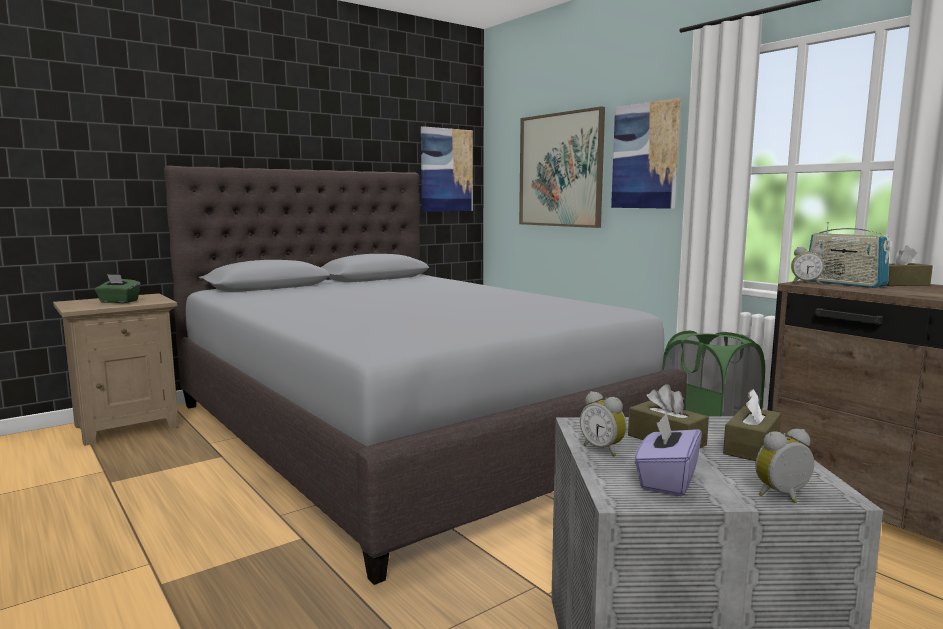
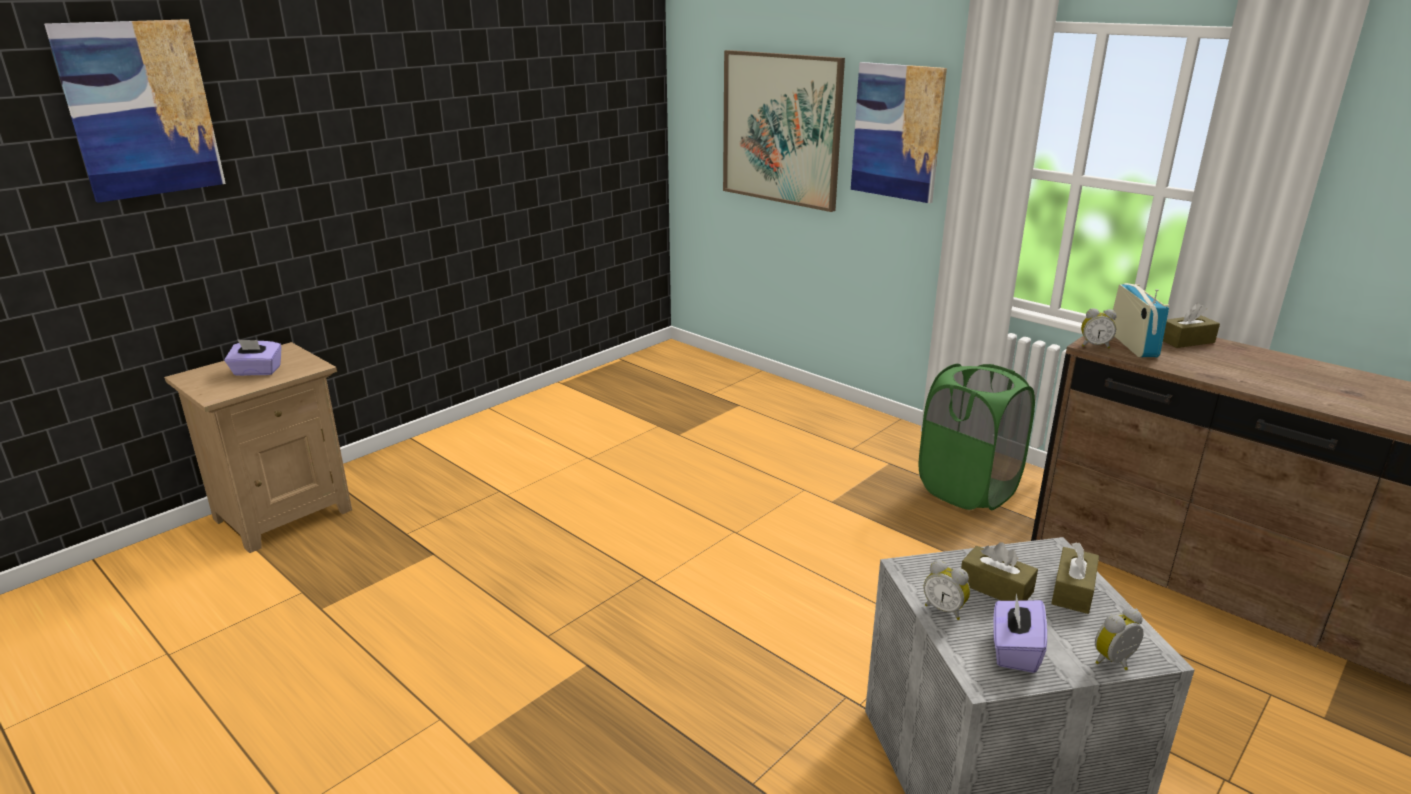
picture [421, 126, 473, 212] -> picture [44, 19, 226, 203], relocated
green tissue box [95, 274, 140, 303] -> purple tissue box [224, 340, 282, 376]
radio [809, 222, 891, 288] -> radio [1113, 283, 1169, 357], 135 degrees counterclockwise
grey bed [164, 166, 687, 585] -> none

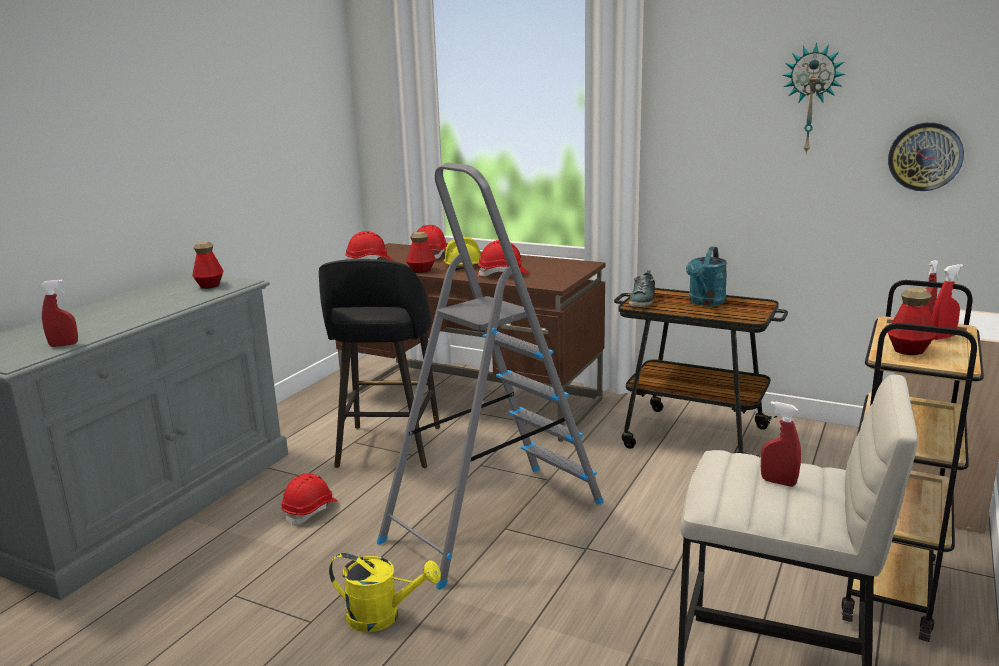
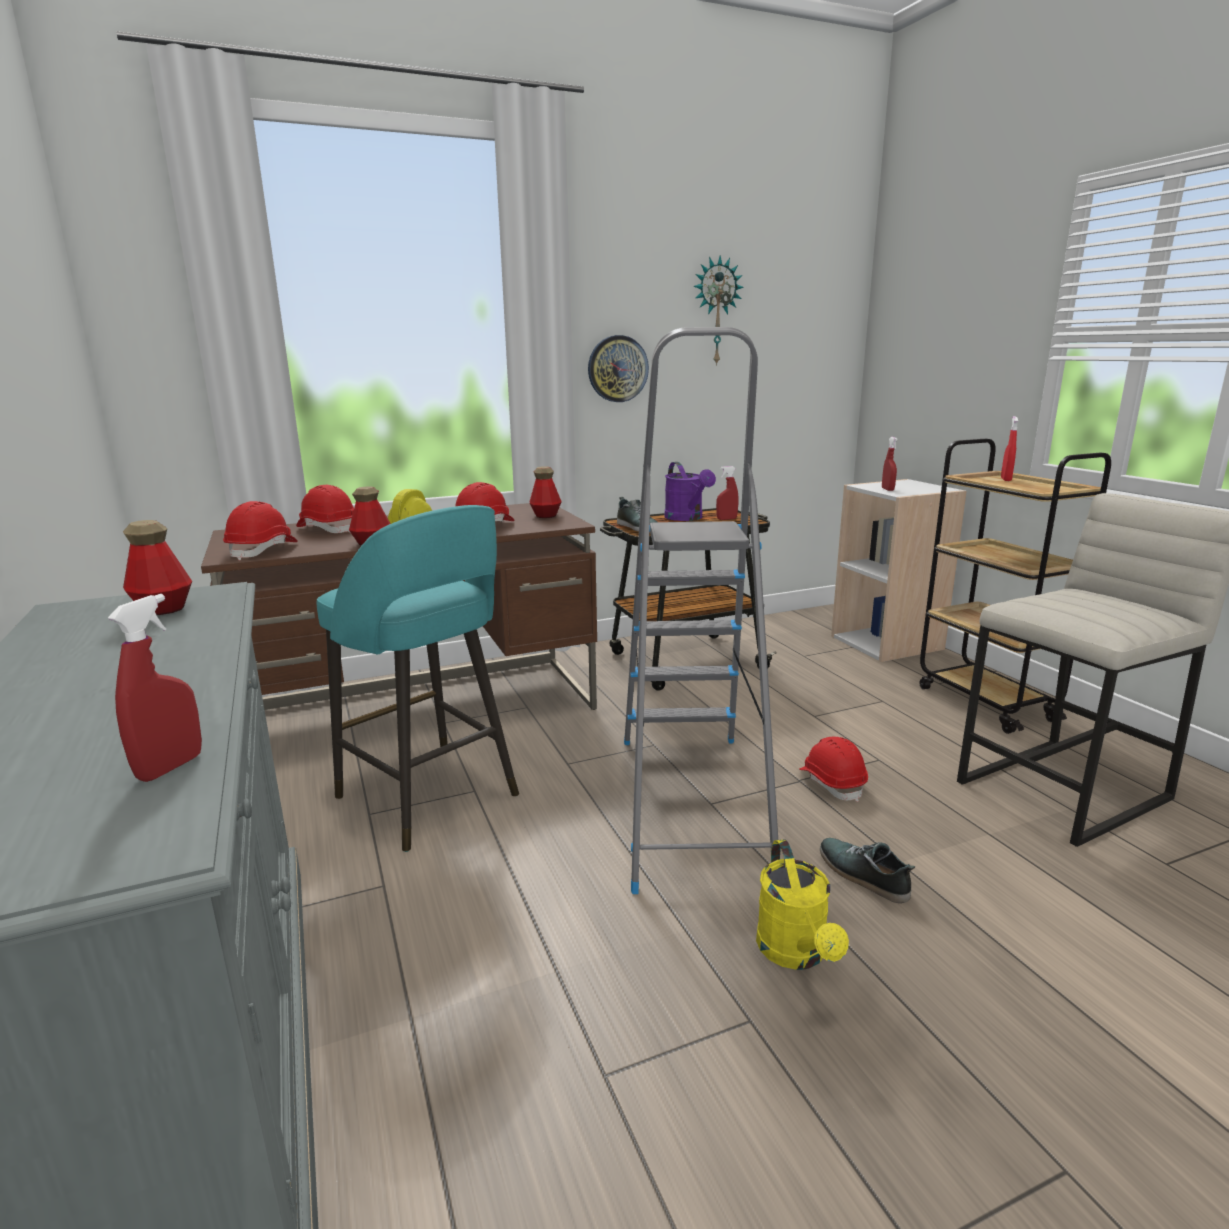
black stool [319, 259, 440, 468] -> turquoise stool [316, 505, 519, 852]
bottle [888, 287, 936, 355] -> bottle [530, 466, 562, 518], relocated
wall clock [888, 122, 964, 191] -> wall clock [588, 335, 649, 402], relocated
turquoise watering can [686, 247, 727, 306] -> purple watering can [664, 462, 716, 521]
red spray bottle [761, 401, 801, 487] -> red spray bottle [716, 466, 738, 520], relocated
yellow watering can [329, 553, 441, 632] -> yellow watering can [756, 840, 849, 970], 120 degrees clockwise
red hard hat [281, 473, 338, 526] -> red hard hat [799, 736, 868, 802], relocated
none -> shoe [820, 838, 915, 903]

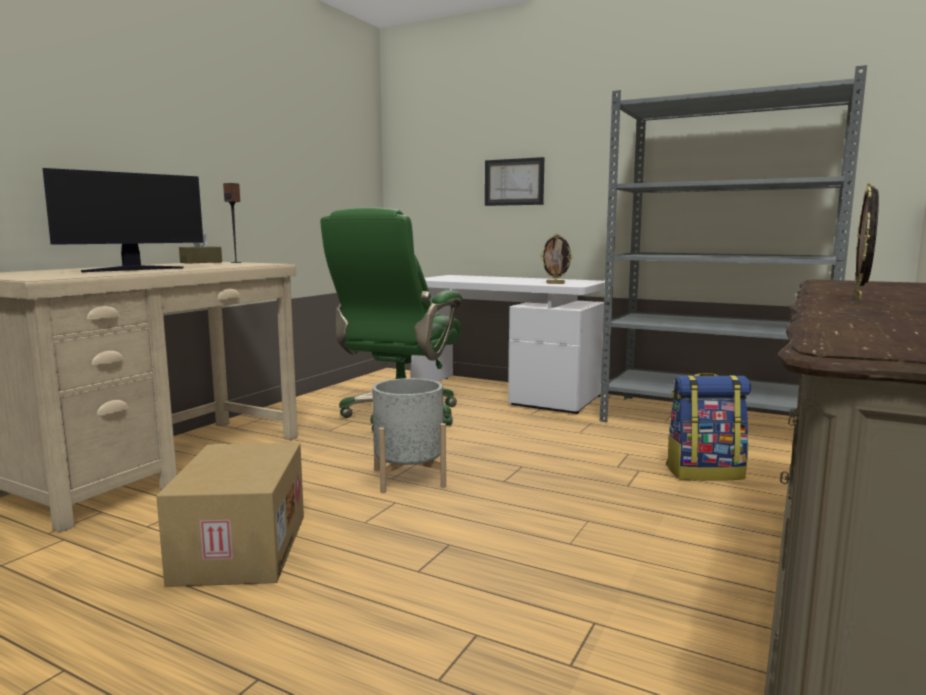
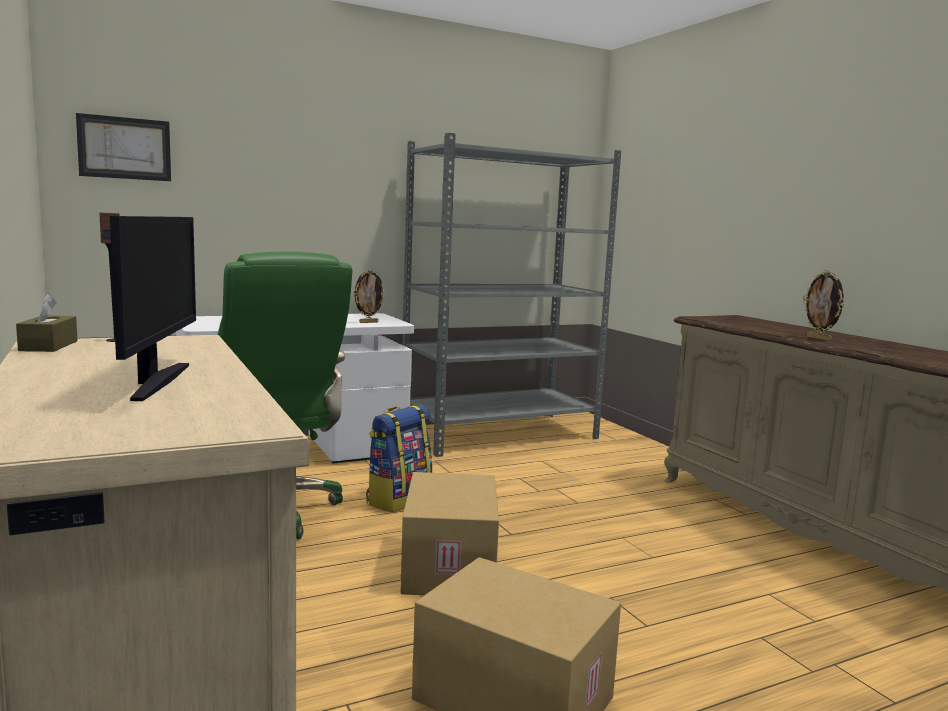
picture [485, 157, 544, 206] -> picture [76, 113, 171, 181], relocated
backpack [666, 373, 751, 481] -> backpack [366, 404, 432, 513], relocated
grey planter [372, 378, 446, 493] -> cardboard box [400, 472, 499, 595]

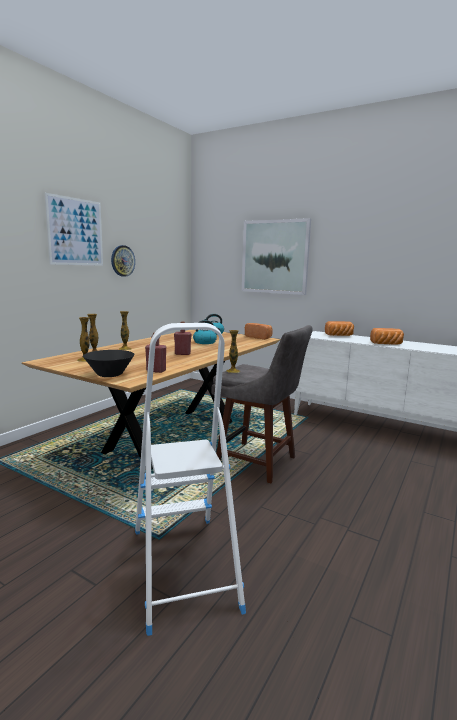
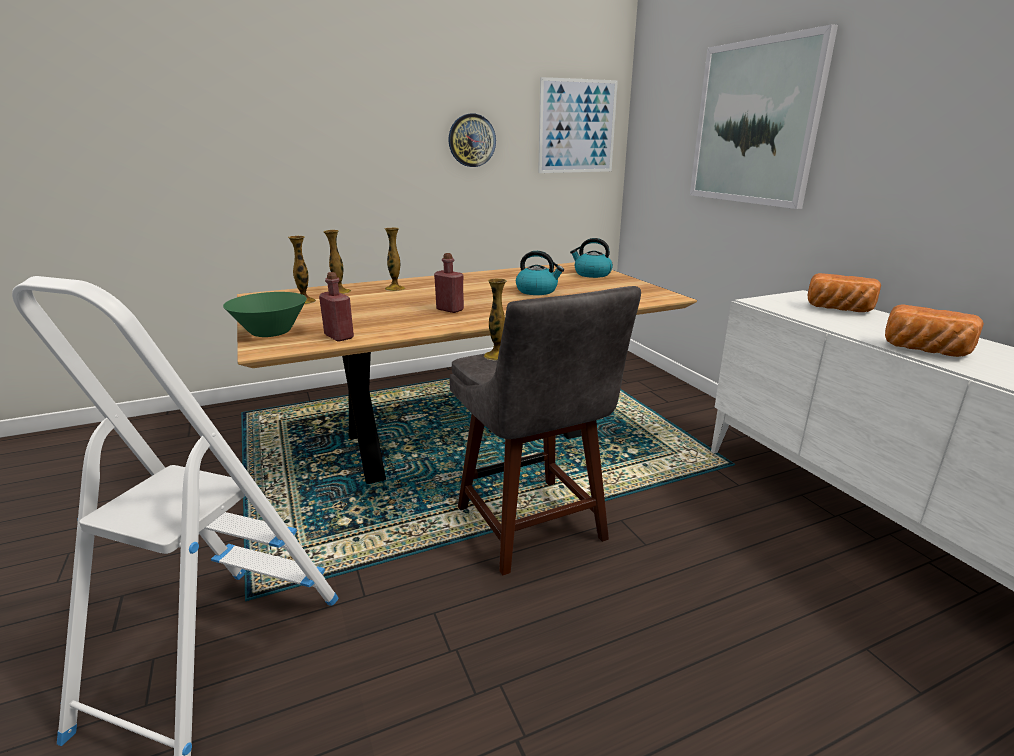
black bowl [83, 350, 135, 377] -> green bowl [223, 292, 307, 337]
picture [44, 193, 103, 266] -> picture [538, 77, 618, 173], relocated
bread [245, 323, 273, 340] -> none

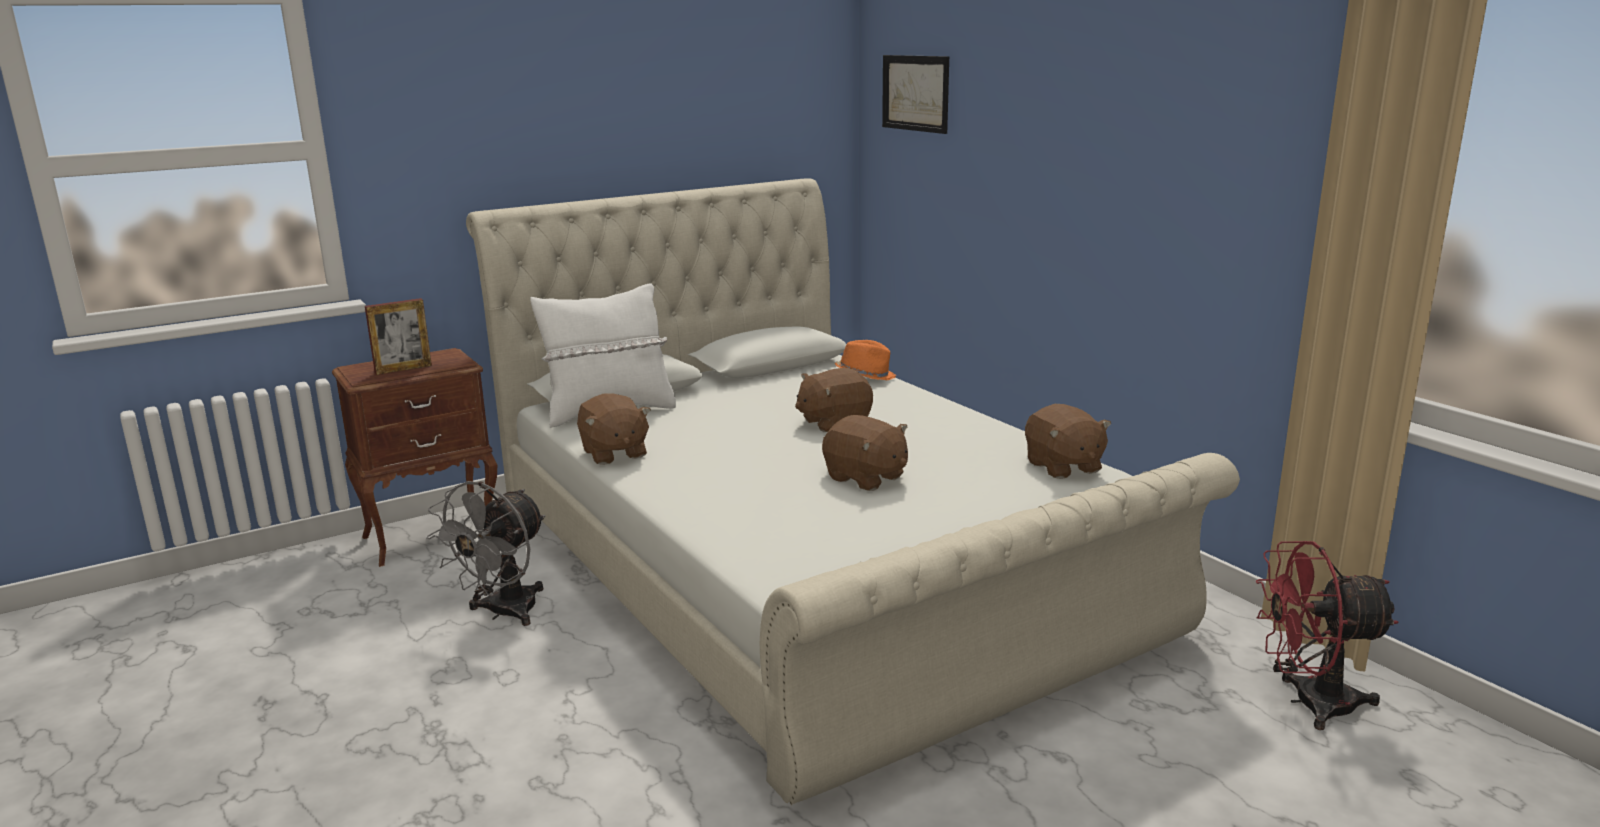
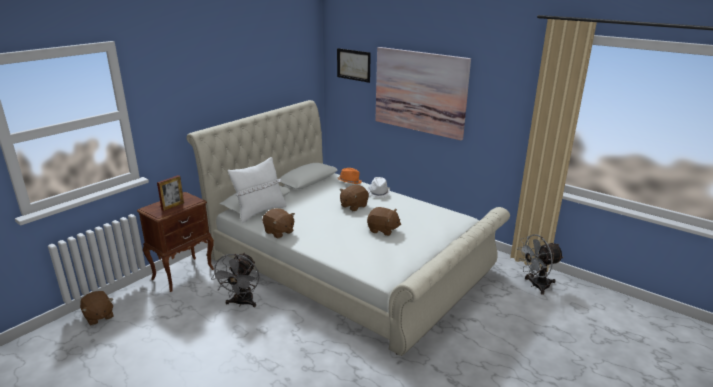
brown plush toy [1025, 404, 1111, 479] -> brown plush toy [80, 291, 114, 325], relocated
none -> white hat [368, 177, 390, 198]
none -> picture [375, 47, 471, 140]
red fan [1256, 541, 1399, 730] -> grey fan [517, 234, 564, 295]

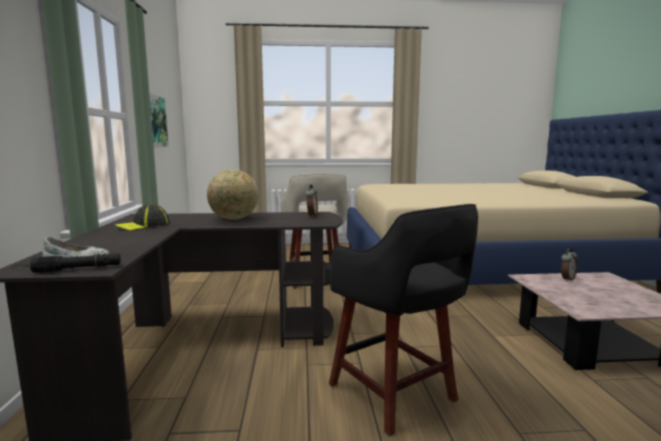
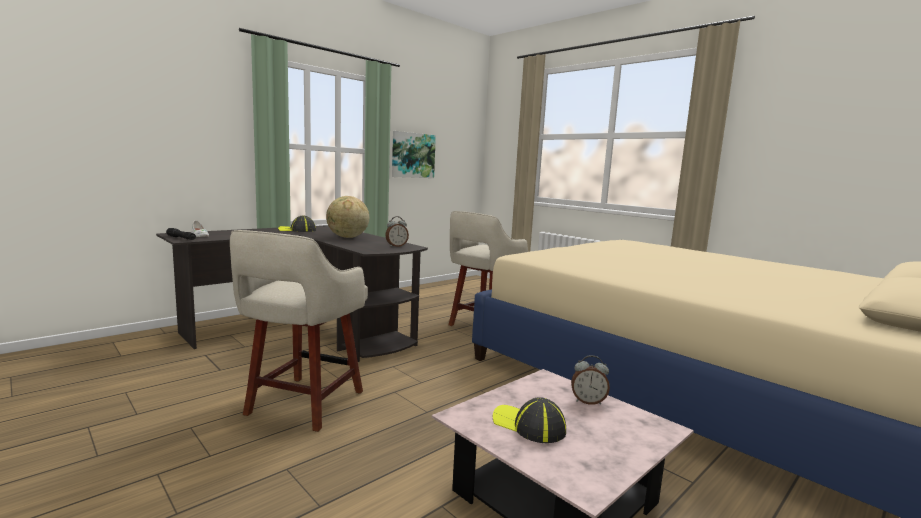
black stool [325, 204, 478, 436] -> beige stool [230, 230, 368, 432]
none -> cap [493, 397, 566, 443]

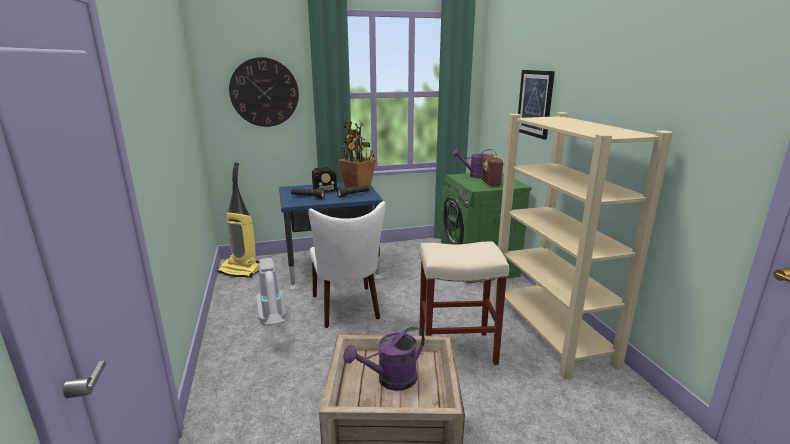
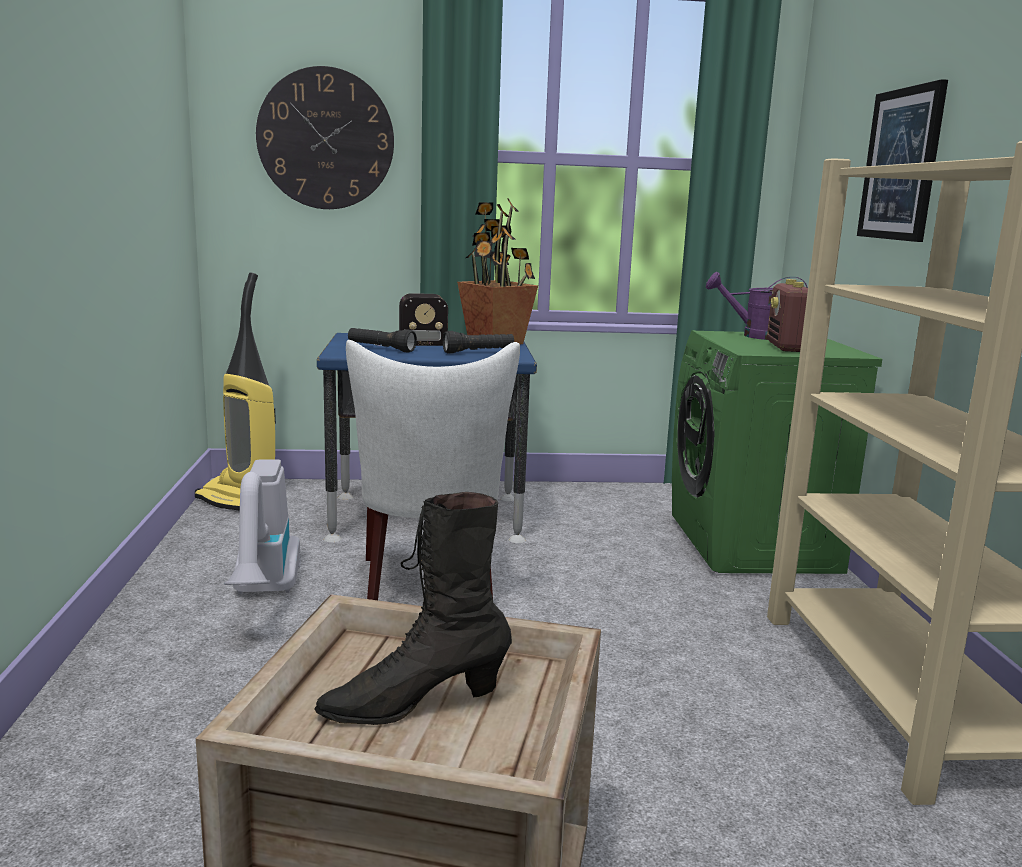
purple watering can [343, 326, 425, 391] -> black boot [314, 492, 512, 725]
beige stool [419, 241, 509, 365] -> none

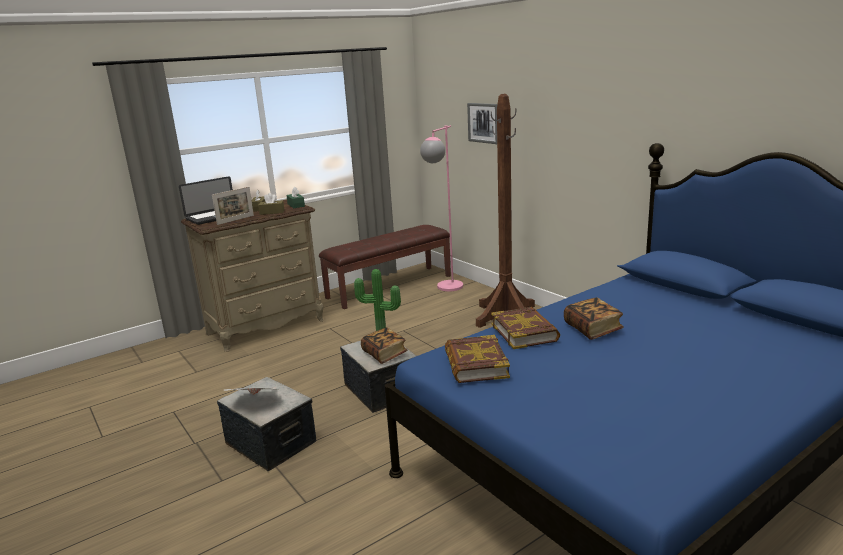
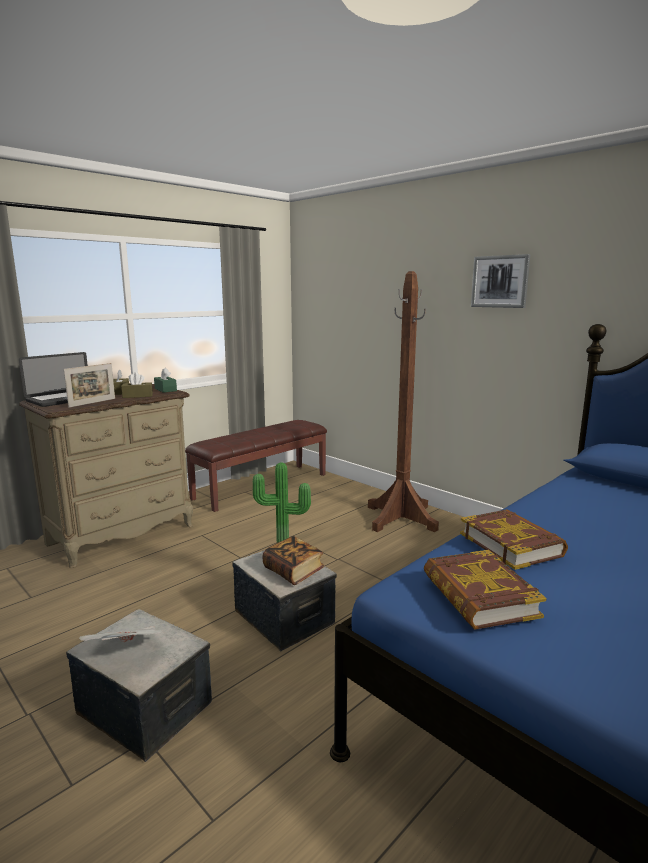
picture [467, 103, 497, 144] -> picture [471, 254, 530, 308], relocated
pink floor lamp [420, 125, 463, 292] -> none
book [564, 297, 624, 340] -> none

